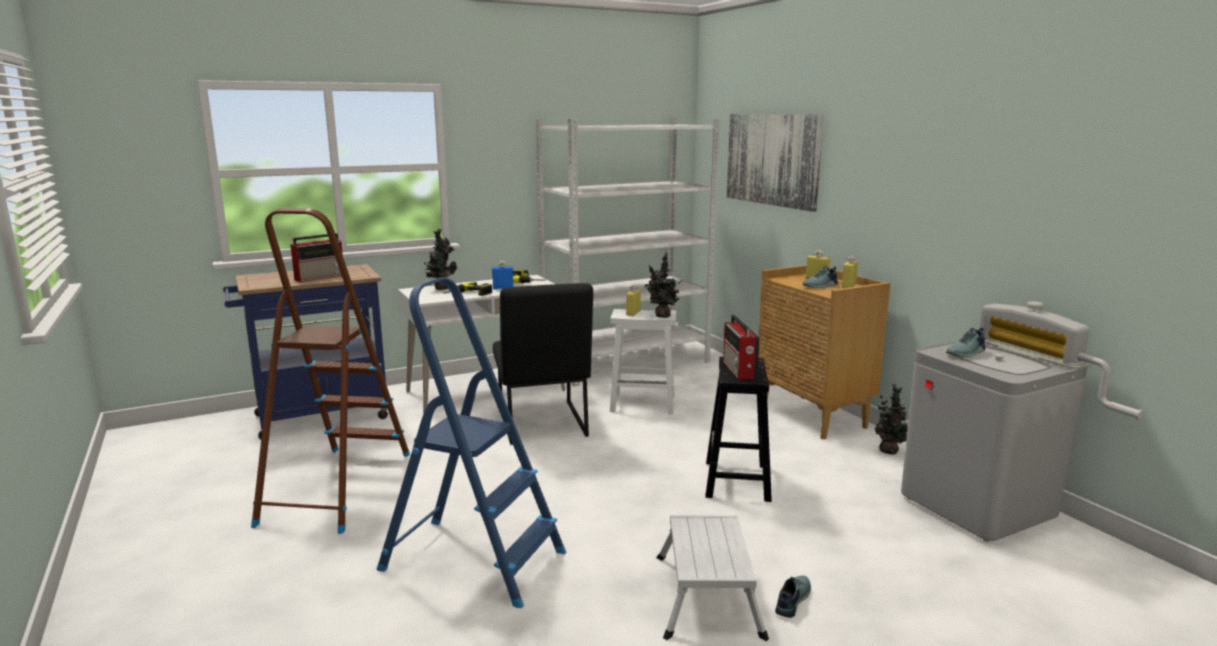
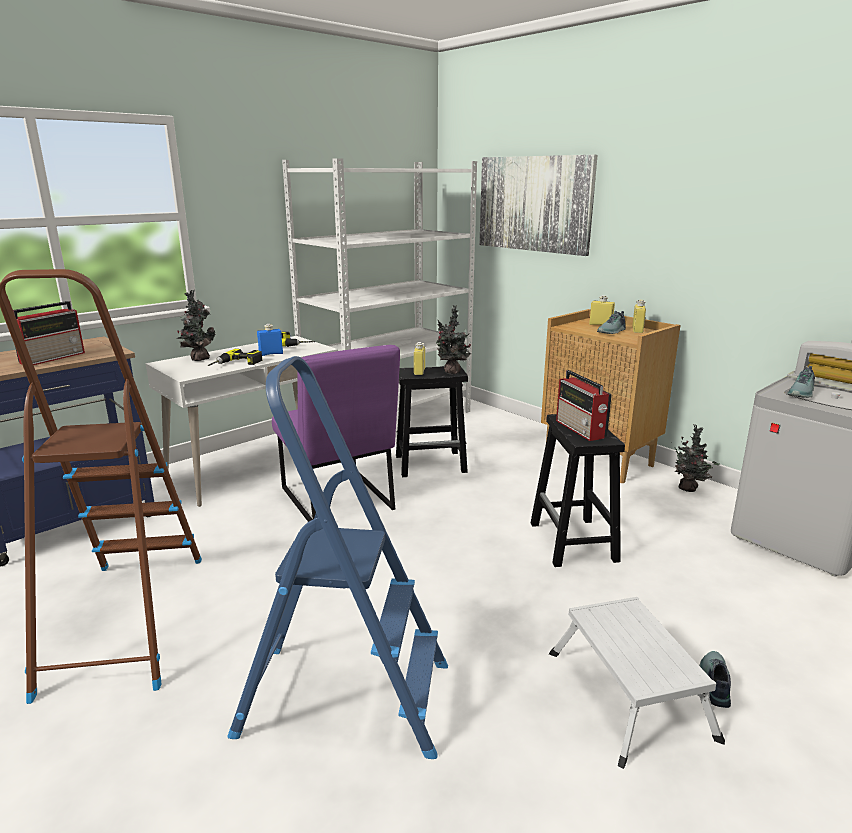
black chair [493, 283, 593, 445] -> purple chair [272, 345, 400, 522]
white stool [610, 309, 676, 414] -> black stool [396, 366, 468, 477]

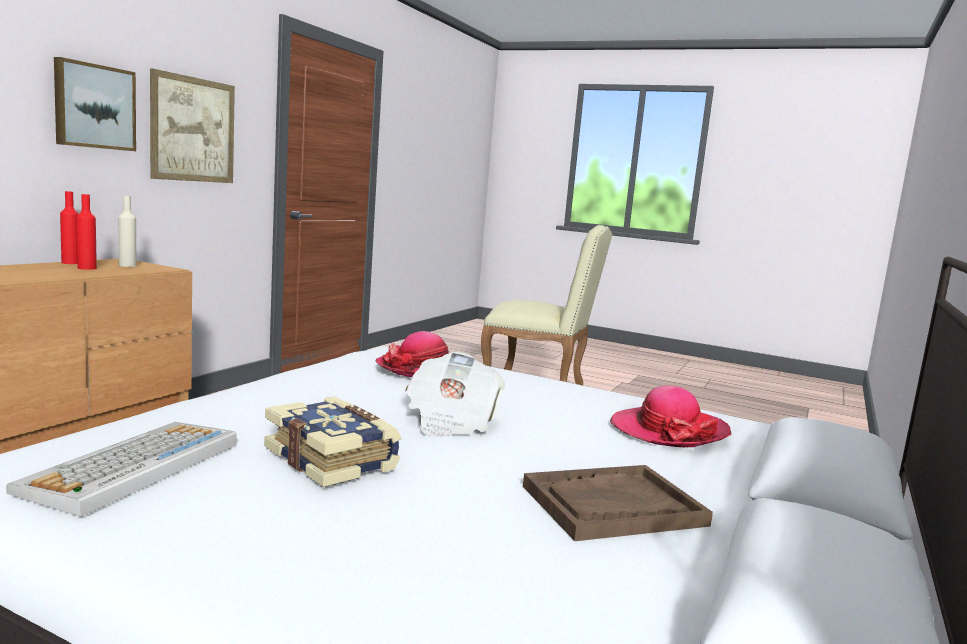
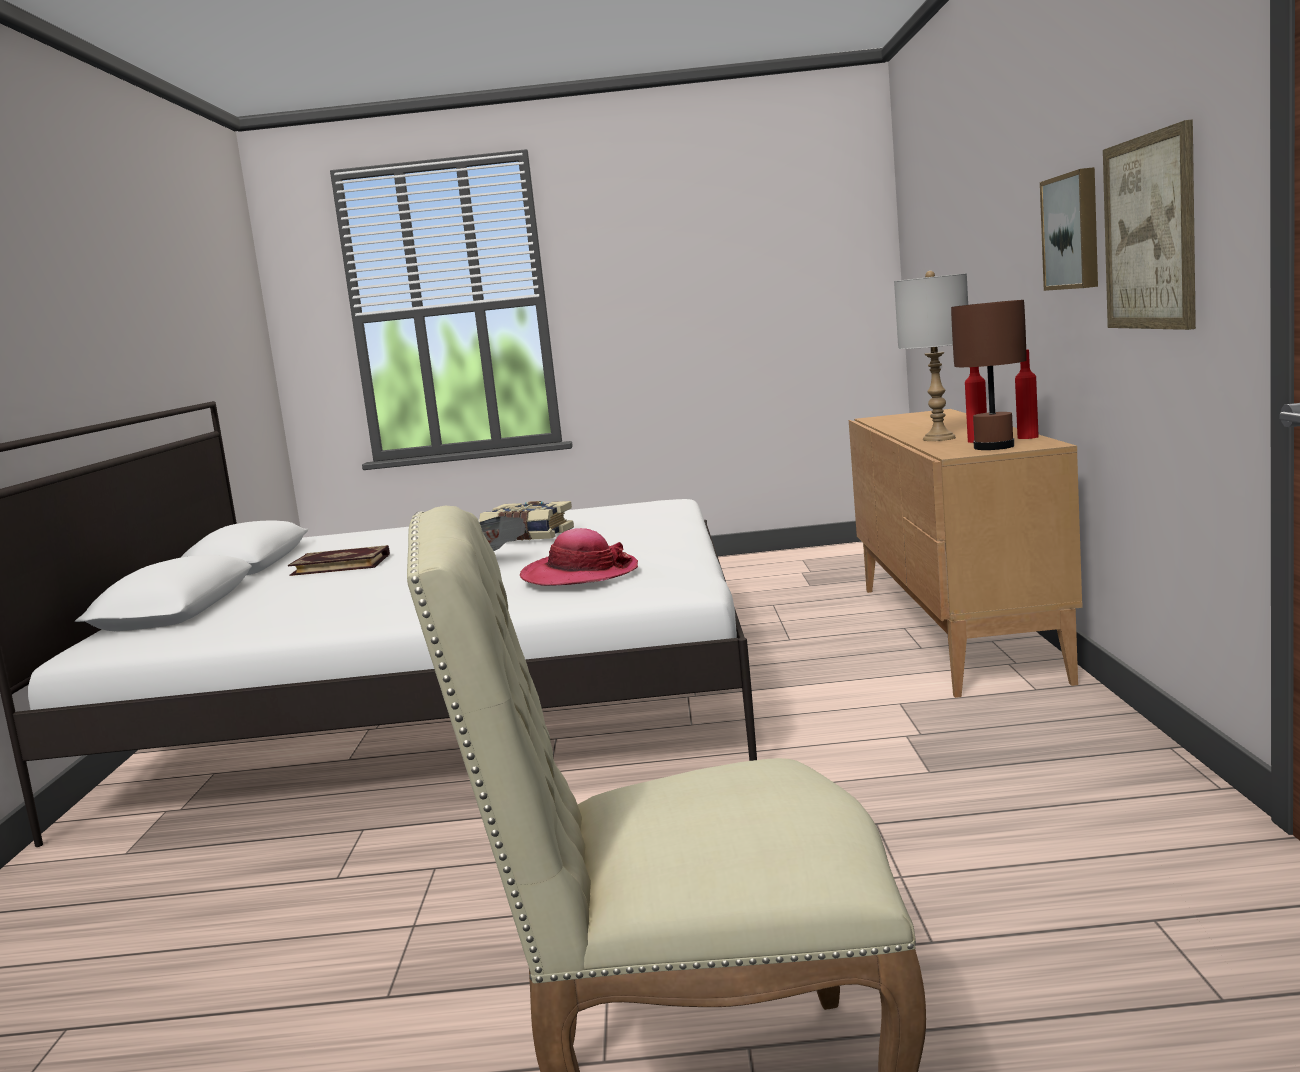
brown tray [523, 465, 713, 541] -> book [288, 545, 390, 576]
none -> grey table lamp [894, 271, 968, 441]
beige bottle [118, 195, 136, 267] -> brown table lamp [951, 300, 1026, 450]
keyboard [6, 422, 237, 517] -> none
hat [610, 385, 732, 447] -> none

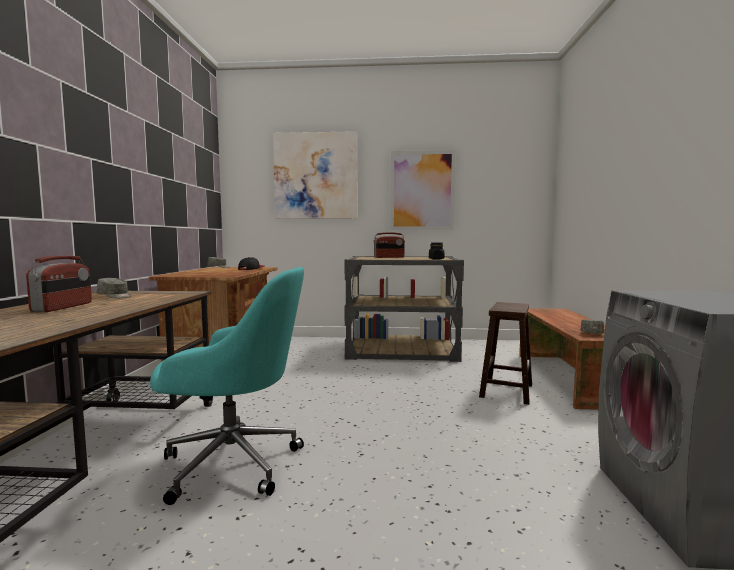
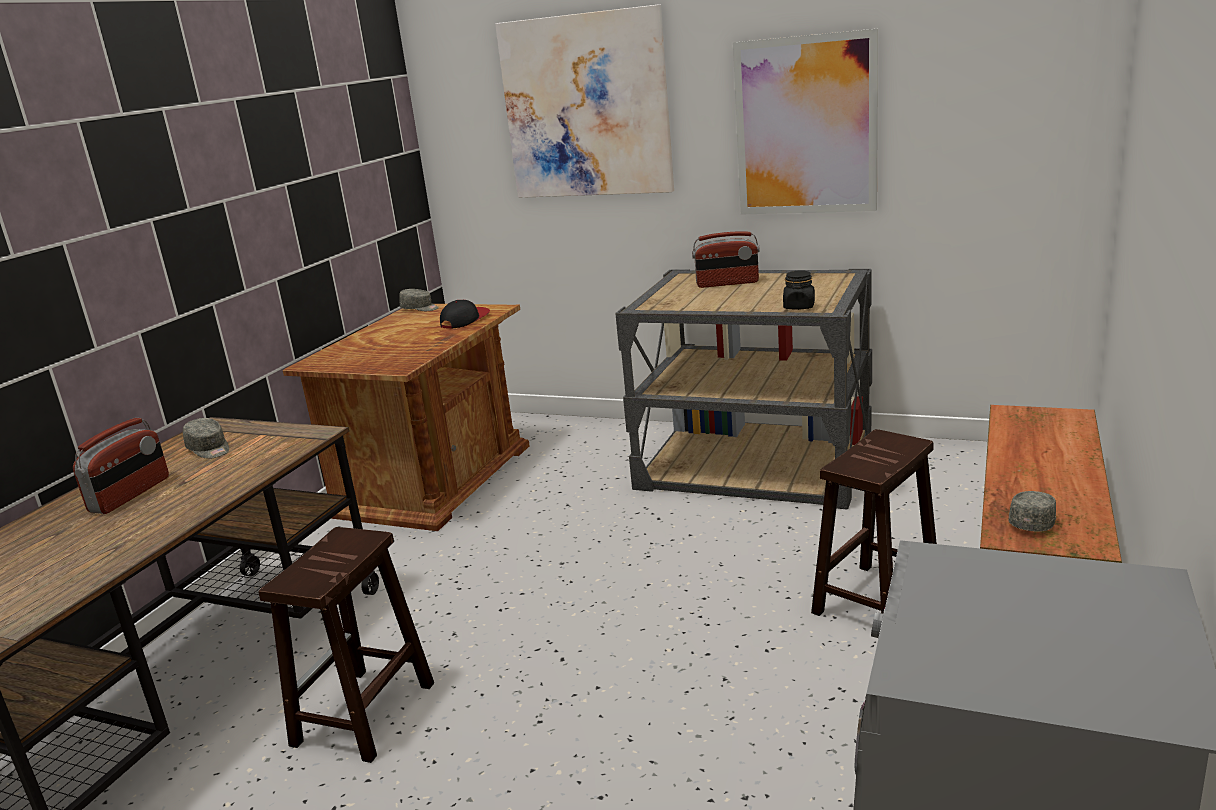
turquoise office chair [150, 267, 304, 505] -> brown stool [258, 527, 434, 763]

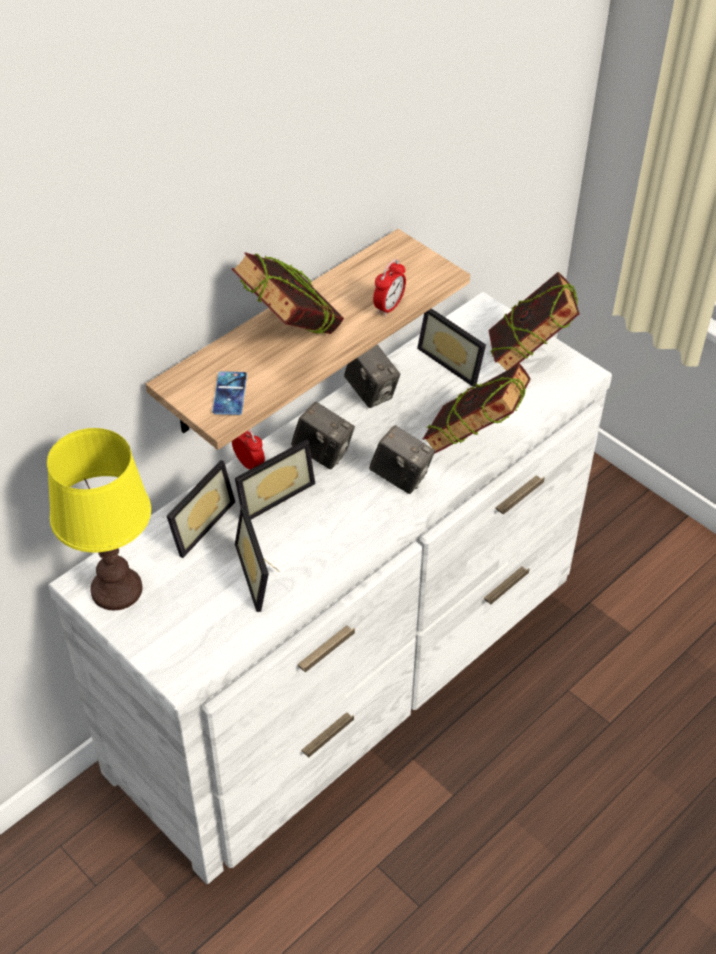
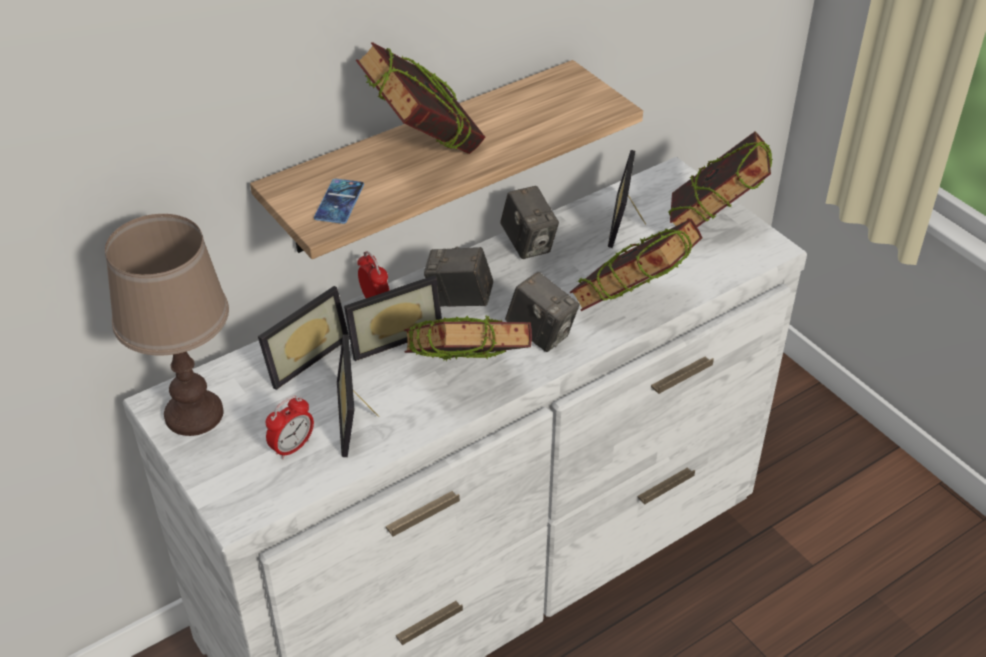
yellow table lamp [47, 428, 151, 610] -> brown table lamp [105, 214, 229, 436]
alarm clock [373, 259, 406, 317] -> alarm clock [266, 395, 314, 460], relocated
none -> book [404, 315, 532, 361]
photo camera [291, 402, 355, 469] -> photo camera [424, 247, 493, 307], 150 degrees clockwise
picture frame [417, 308, 486, 387] -> picture frame [608, 150, 646, 248], 45 degrees clockwise

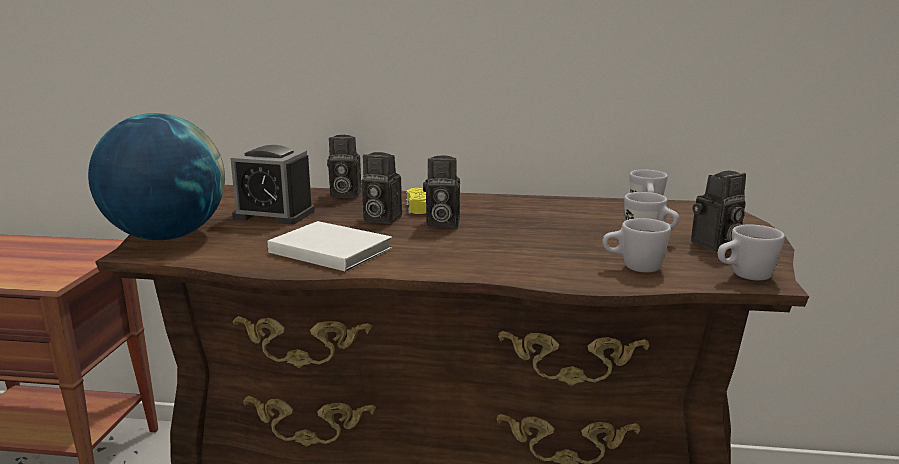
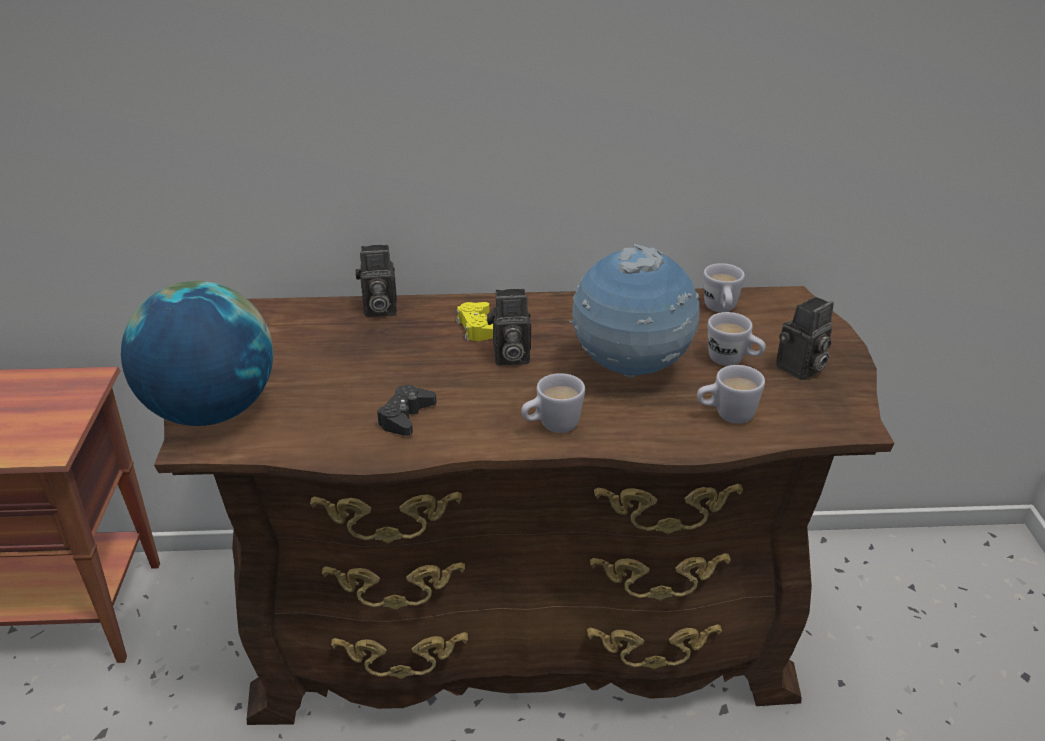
white book [268, 221, 392, 272] -> black game controller [377, 385, 437, 436]
white mug [718, 224, 785, 280] -> white mug [521, 373, 585, 433], relocated
none -> globe [569, 244, 699, 378]
alarm clock [230, 145, 315, 224] -> none
photo camera [362, 152, 402, 224] -> none

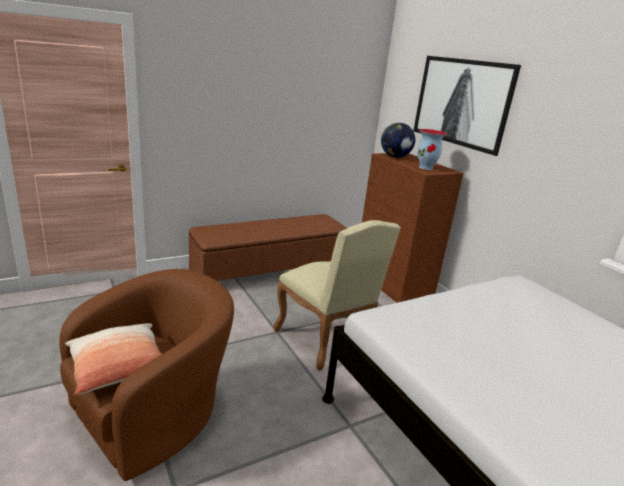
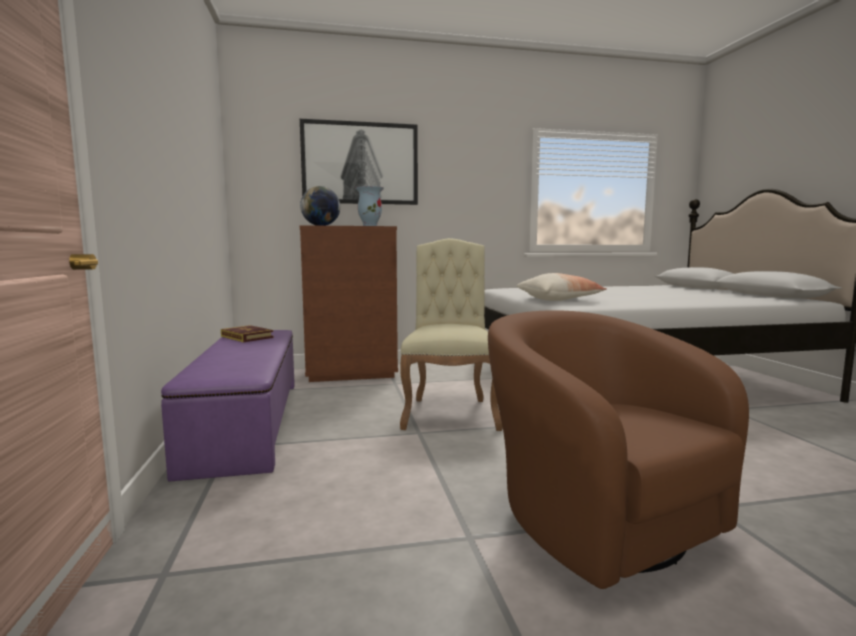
brown bench [189, 214, 347, 281] -> purple bench [161, 330, 295, 482]
none -> book [221, 325, 274, 342]
beige chair [274, 220, 401, 371] -> beige chair [400, 238, 503, 431], 75 degrees counterclockwise
pillow [65, 323, 162, 395] -> pillow [517, 273, 607, 301], relocated

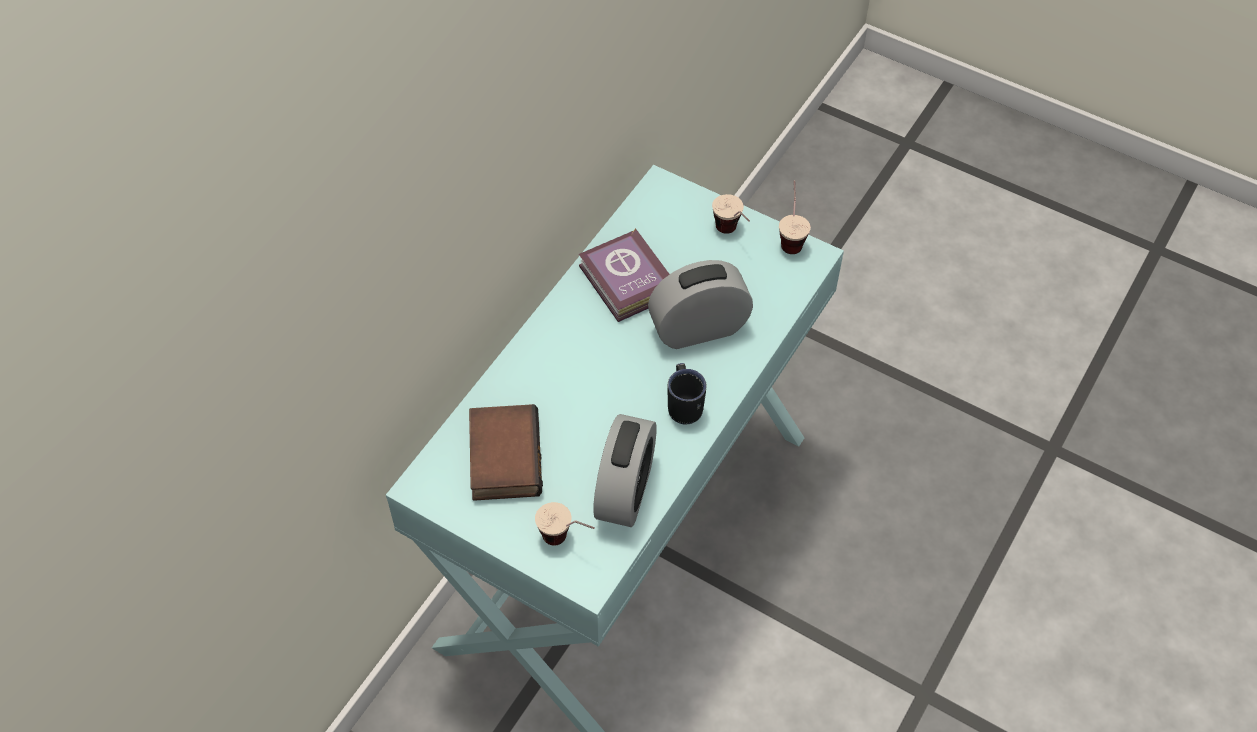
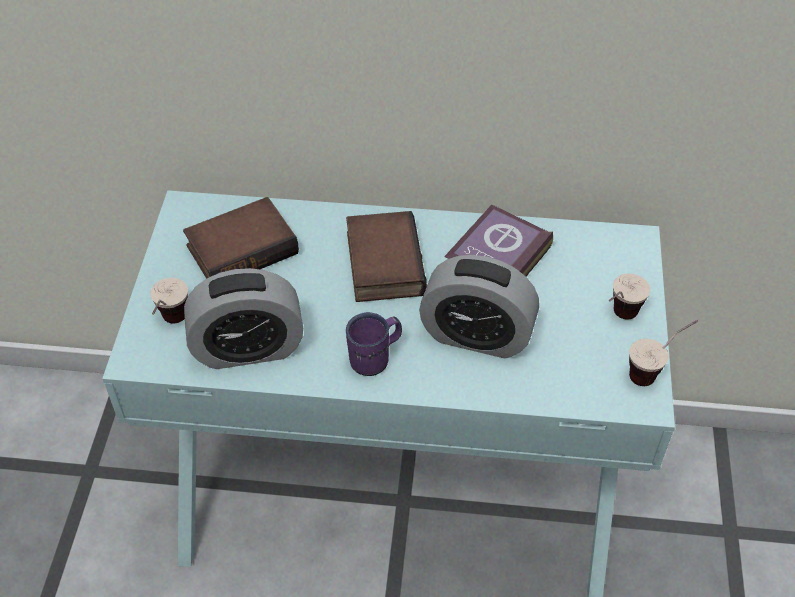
none -> book [346, 211, 427, 302]
black mug [668, 363, 707, 424] -> purple mug [346, 312, 402, 376]
alarm clock [648, 260, 753, 349] -> alarm clock [419, 255, 539, 358], 150 degrees clockwise

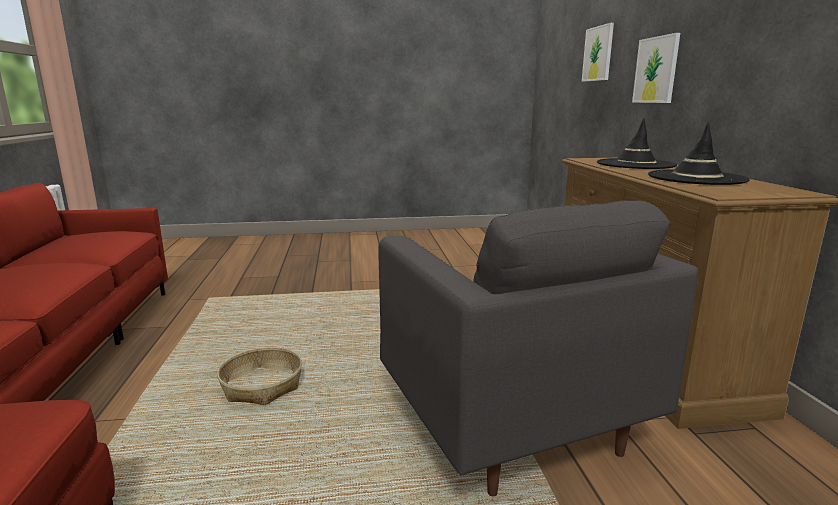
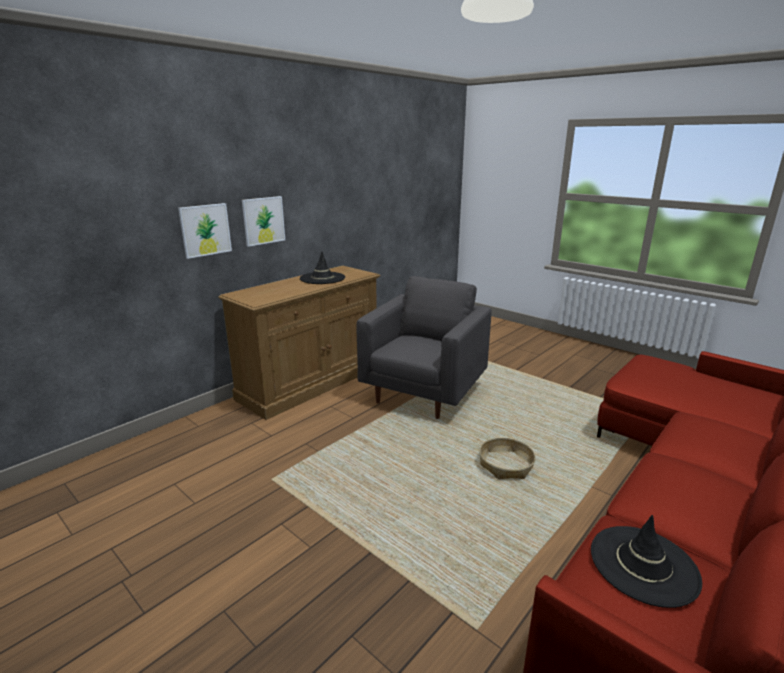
picture [582, 23, 614, 82] -> picture [242, 196, 285, 247], relocated
black hat [597, 118, 677, 169] -> black hat [591, 515, 702, 608], relocated

